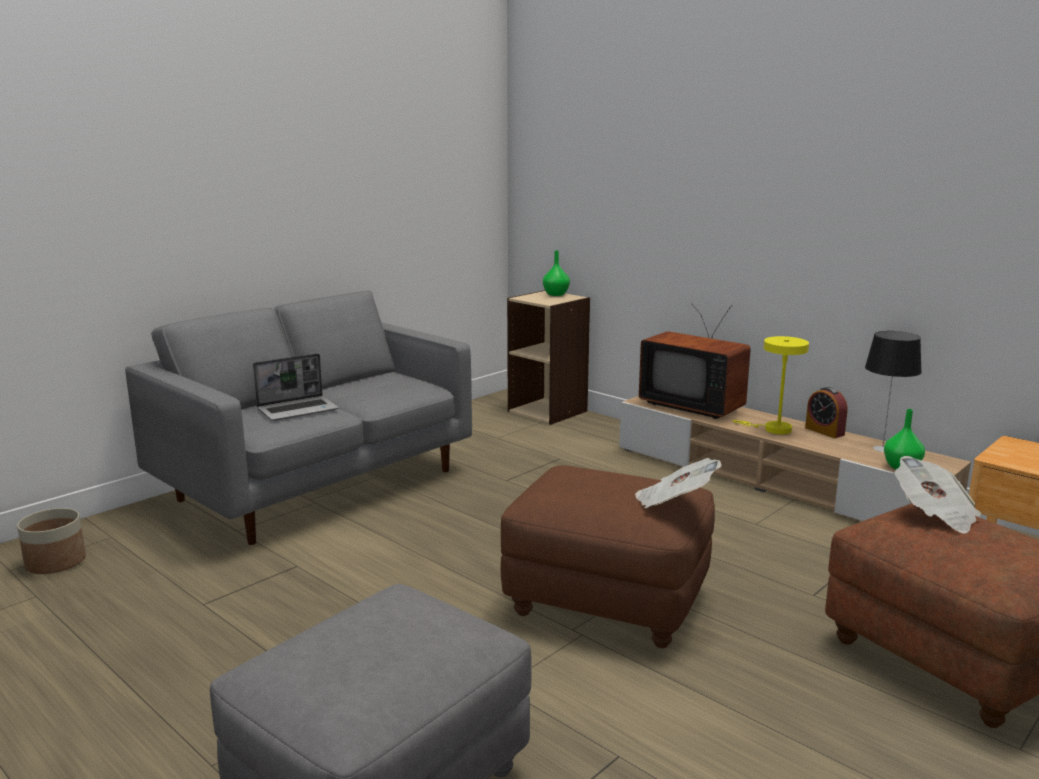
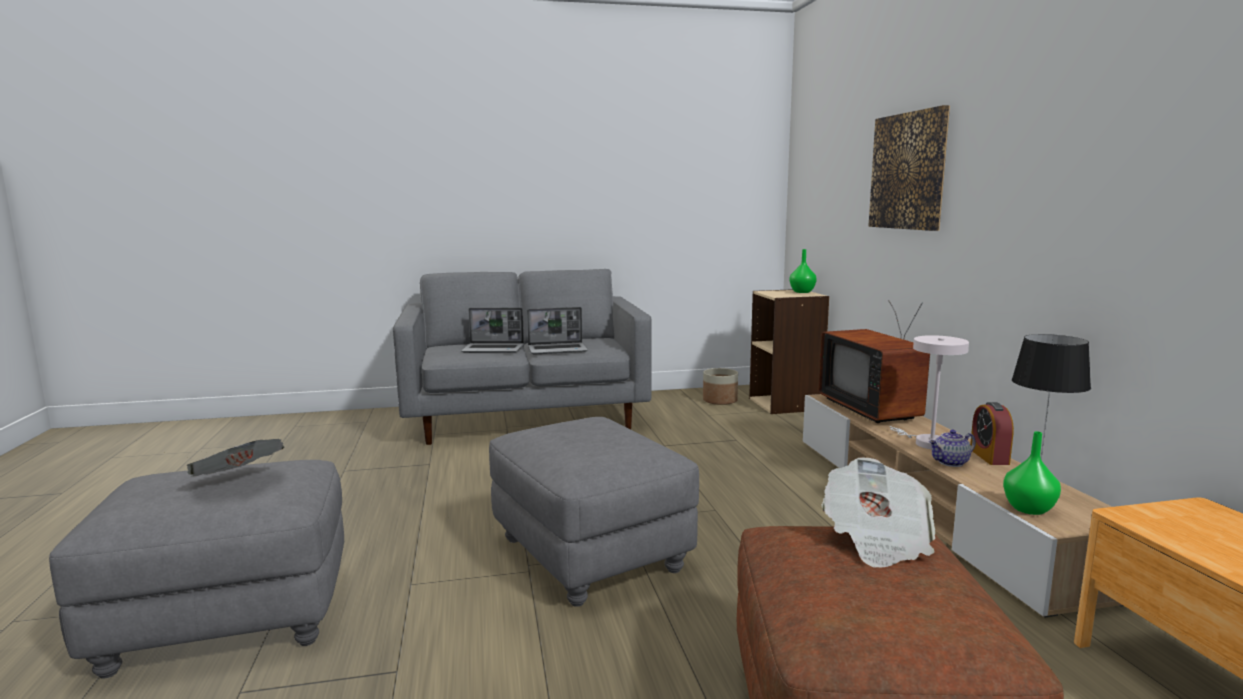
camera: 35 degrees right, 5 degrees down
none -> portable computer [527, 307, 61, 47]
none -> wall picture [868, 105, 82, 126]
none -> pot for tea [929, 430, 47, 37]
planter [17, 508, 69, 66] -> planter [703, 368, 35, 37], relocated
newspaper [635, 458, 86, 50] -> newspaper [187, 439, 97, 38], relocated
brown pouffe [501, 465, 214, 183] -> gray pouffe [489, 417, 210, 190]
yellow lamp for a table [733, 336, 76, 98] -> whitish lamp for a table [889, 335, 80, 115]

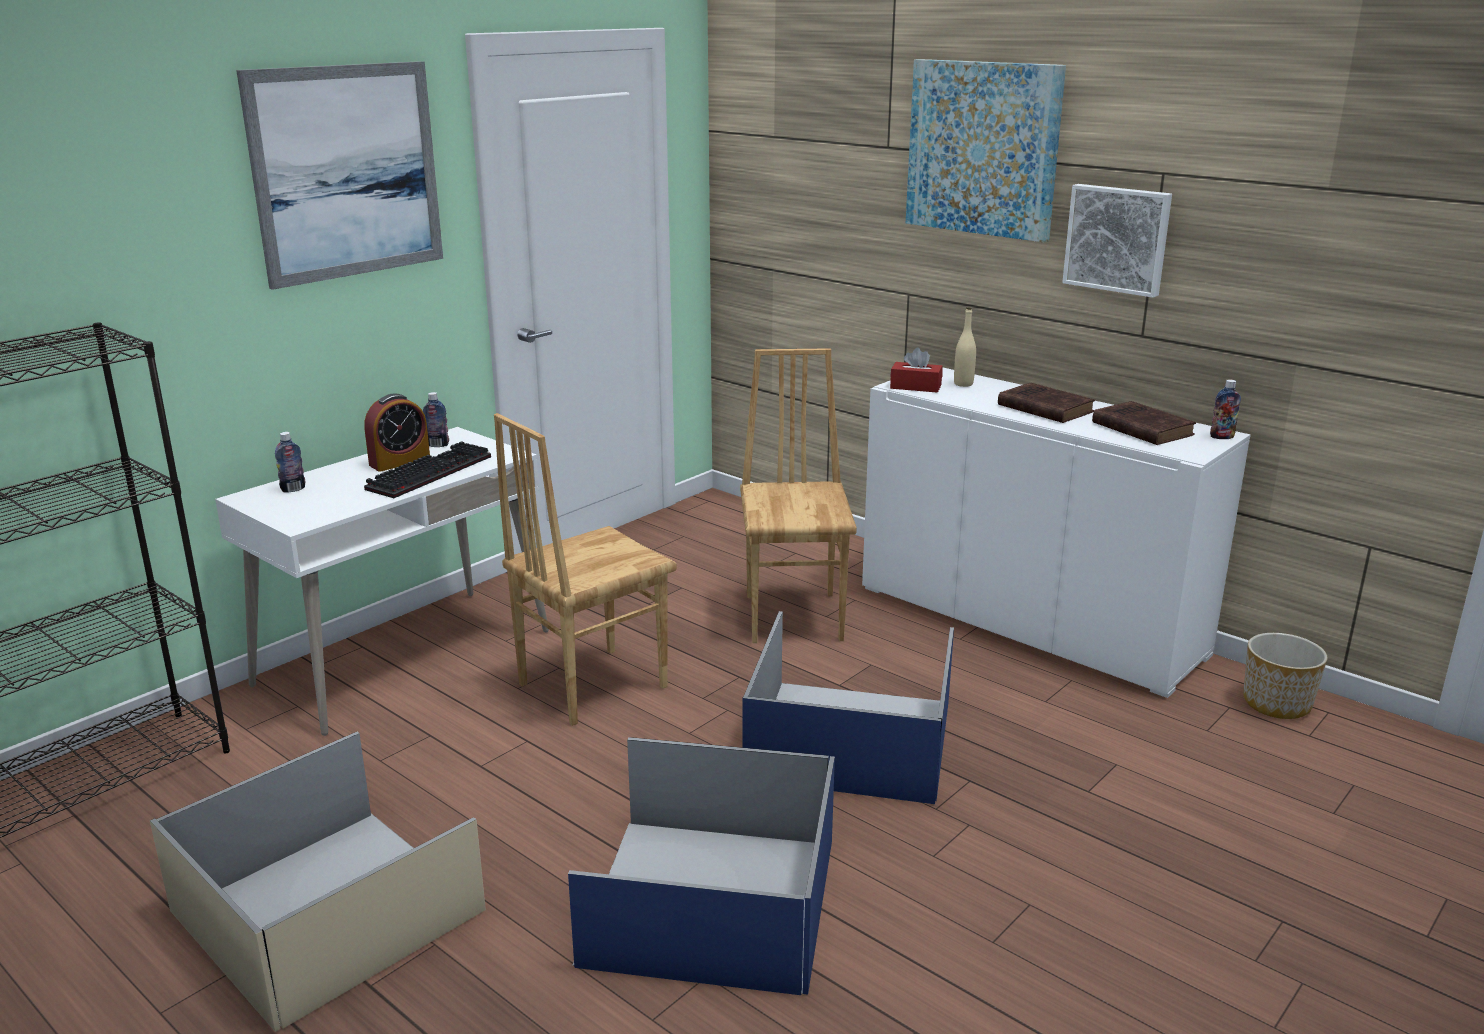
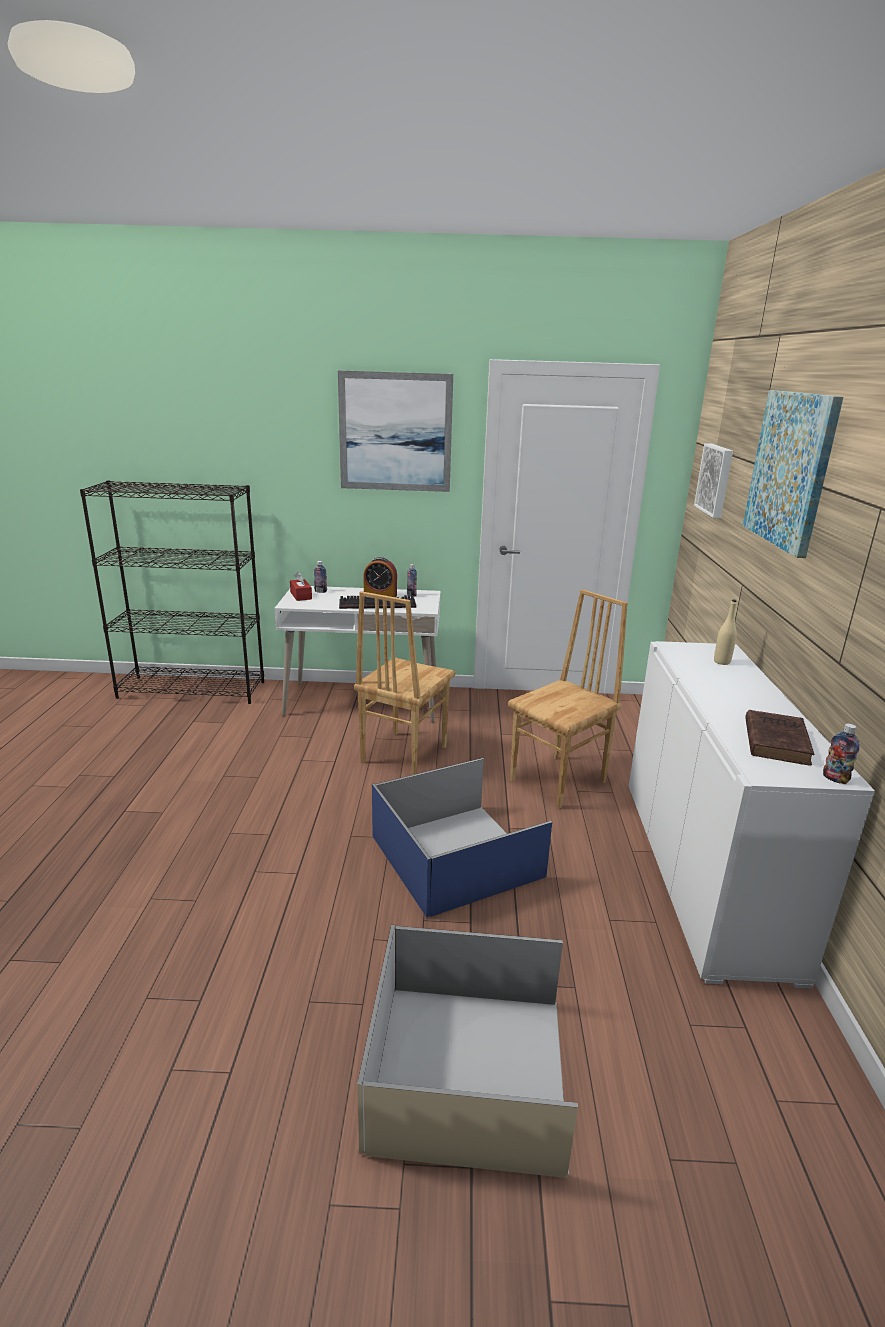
camera: 50 degrees right, 0 degrees up
blue storage bin [568, 737, 267, 258] -> none
brown volume [998, 383, 97, 40] -> none
planter [1243, 633, 85, 86] -> none
sand-coloured storage bin [150, 732, 336, 300] -> sand-coloured storage bin [357, 925, 221, 253], relocated
red box of tissues [890, 348, 53, 44] -> red box of tissues [290, 572, 22, 29], relocated
wall picture [1062, 184, 110, 114] -> wall picture [694, 443, 39, 75], relocated
brown upright chair [494, 413, 183, 313] -> brown upright chair [354, 591, 101, 184], 75 degrees counterclockwise

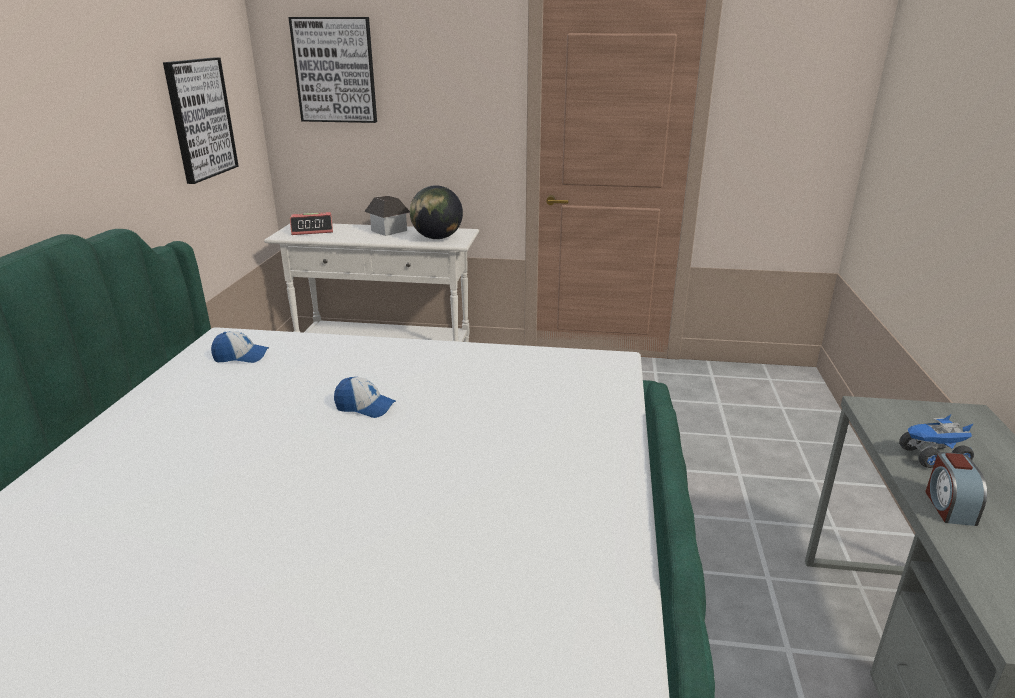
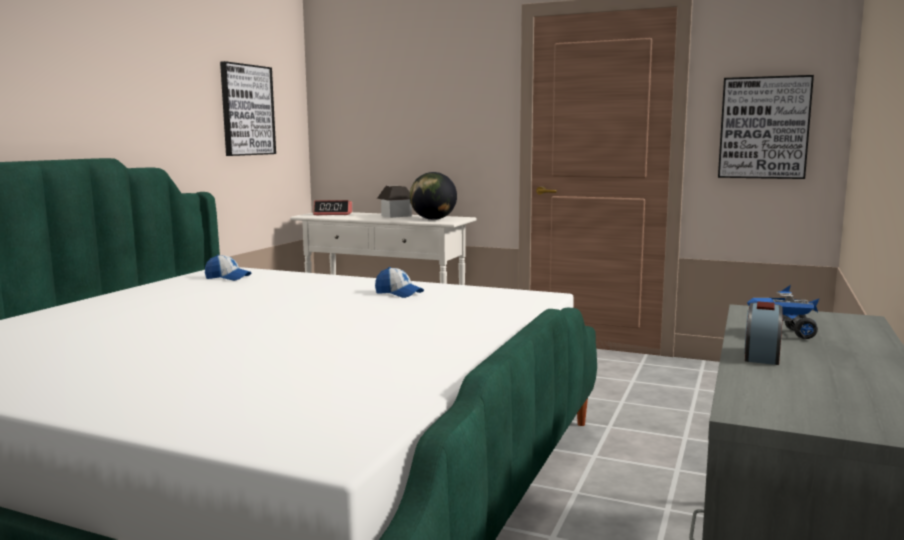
camera: 15 degrees right, 15 degrees down
wall picture [288, 17, 89, 106] -> wall picture [718, 75, 96, 104], relocated
cap [334, 377, 62, 41] -> cap [375, 267, 49, 31], relocated

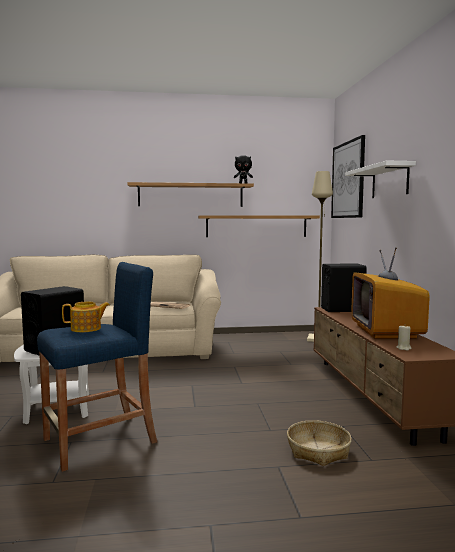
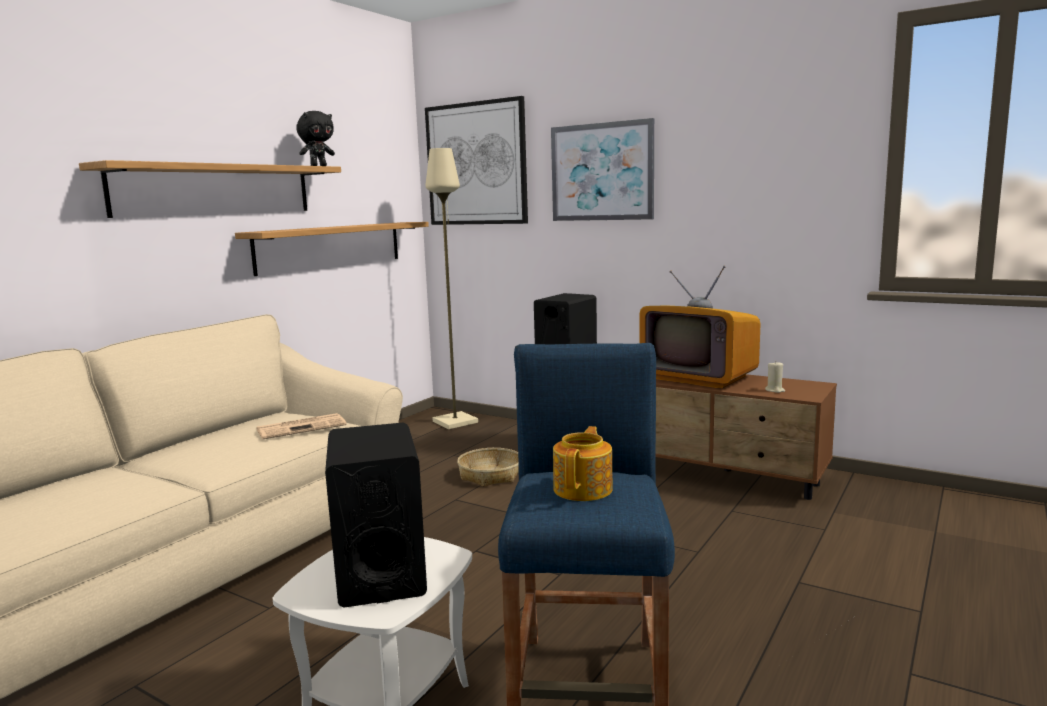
camera: 50 degrees left, 5 degrees up
storage basket [287, 420, 65, 46] -> storage basket [457, 448, 62, 39], relocated
whitish shelf [345, 161, 71, 37] -> wall picture [551, 118, 103, 103]

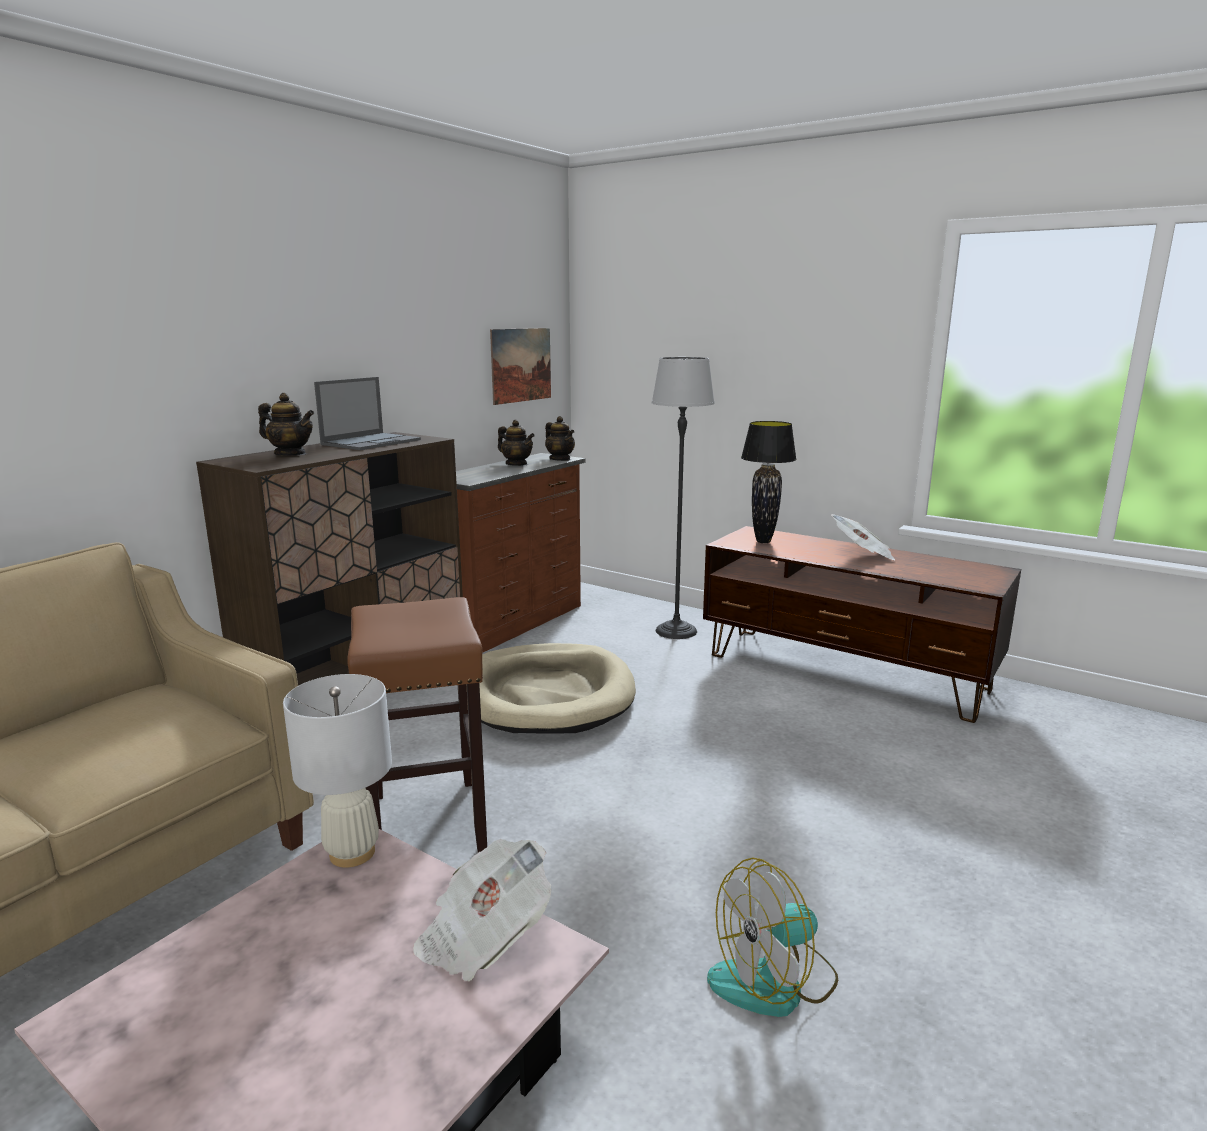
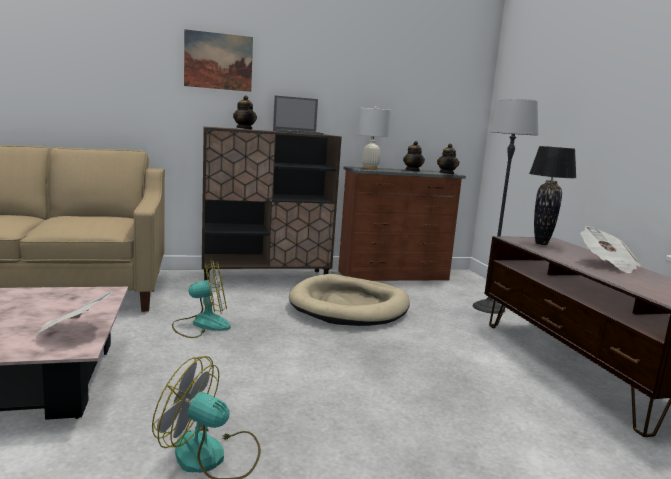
camera: 40 degrees right, 5 degrees down
whitish lamp for a table [283, 674, 109, 194] -> whitish lamp for a table [358, 106, 33, 63], relocated
wall picture [490, 328, 61, 77] -> wall picture [184, 29, 69, 63], relocated
brown stool [347, 597, 140, 256] -> fan [172, 260, 59, 78]

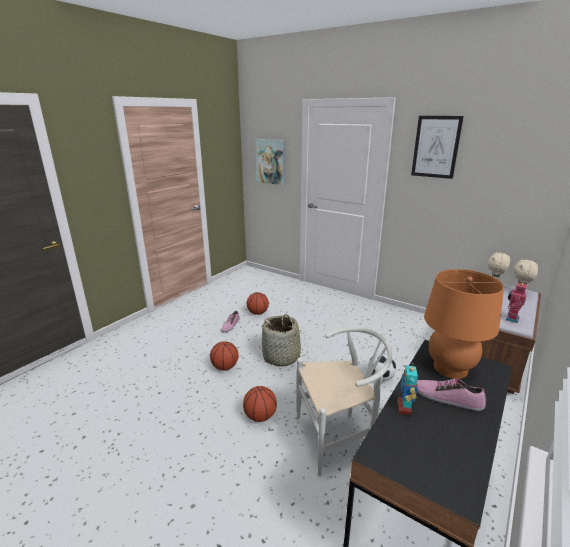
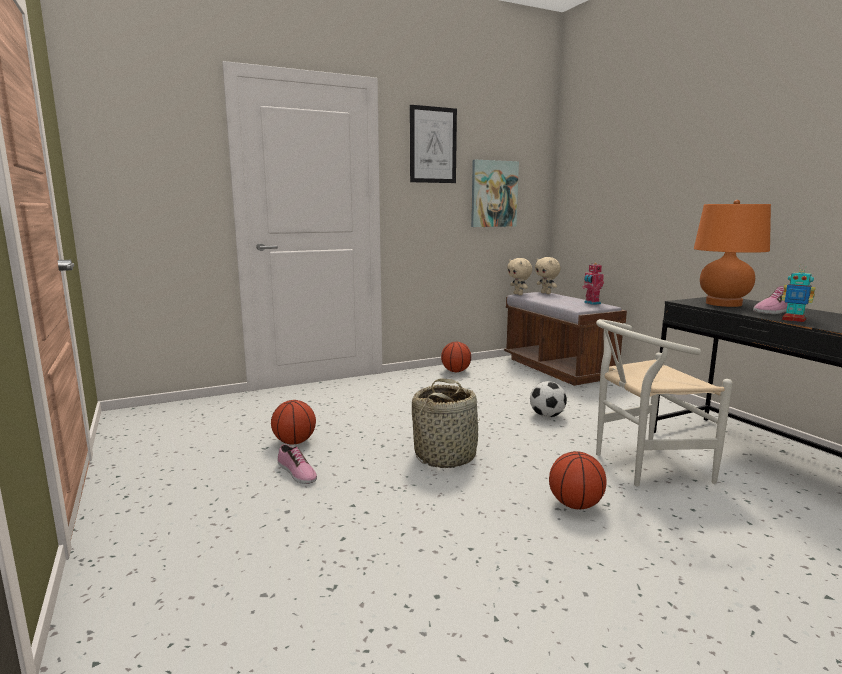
camera: 60 degrees left, 10 degrees down
basketball ball [210, 341, 29, 29] -> basketball ball [441, 342, 30, 30], relocated
wall picture [255, 139, 30, 46] -> wall picture [471, 160, 48, 67], relocated
whitish upright chair [297, 327, 96, 149] -> whitish upright chair [596, 319, 137, 167], 120 degrees counterclockwise

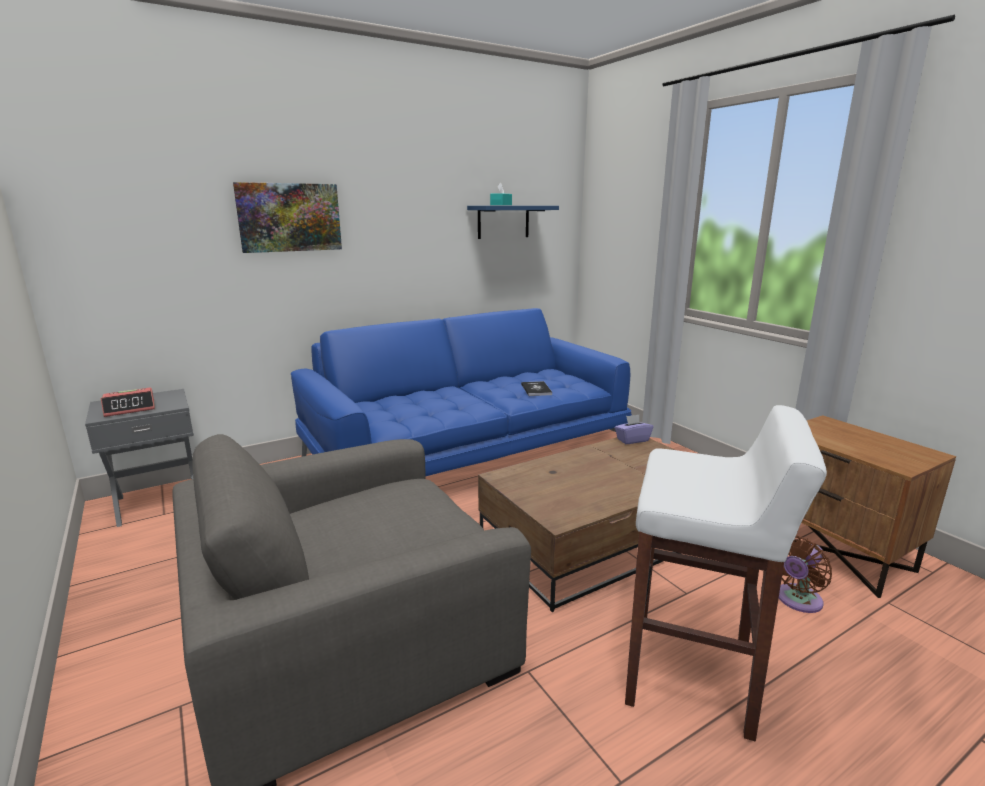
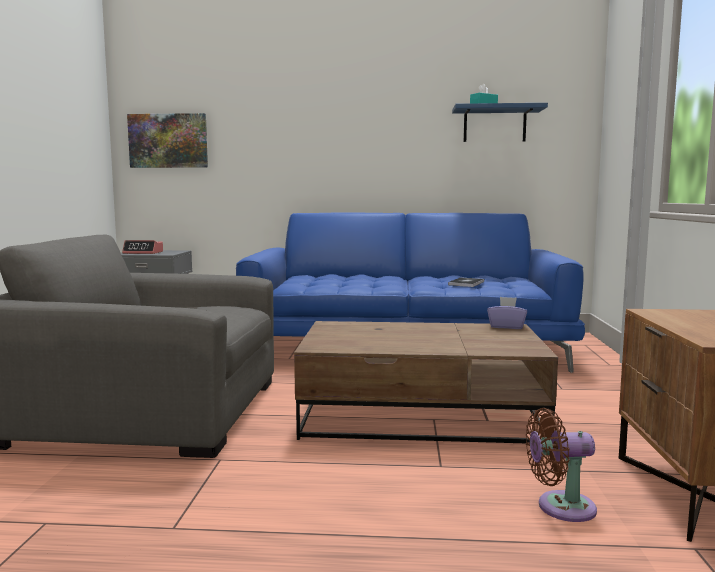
camera: 35 degrees right, 10 degrees down
whitish stool [625, 405, 202, 336] -> none
wall picture [233, 182, 109, 71] -> wall picture [127, 113, 81, 55], relocated

